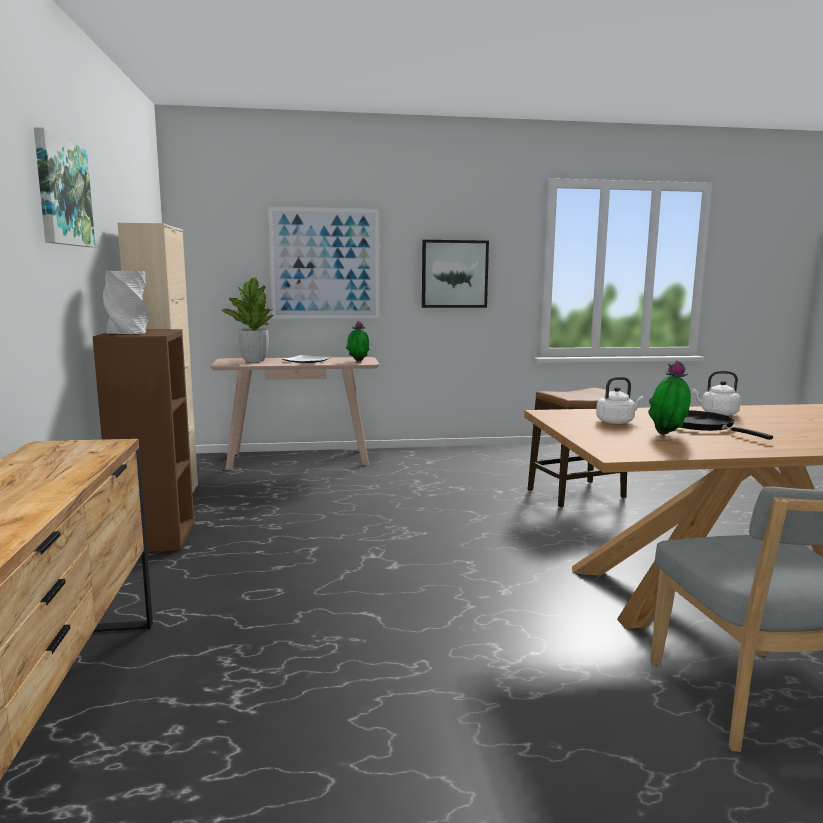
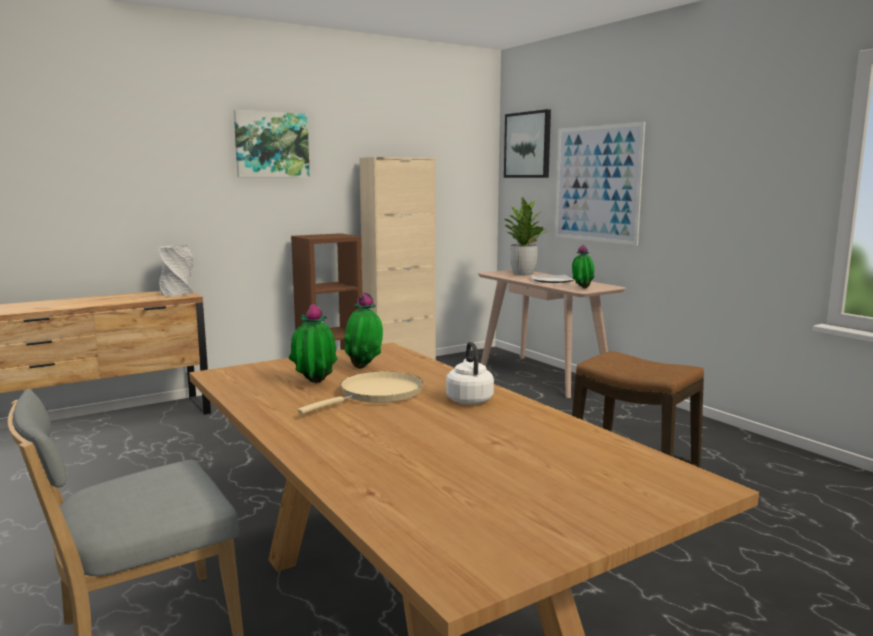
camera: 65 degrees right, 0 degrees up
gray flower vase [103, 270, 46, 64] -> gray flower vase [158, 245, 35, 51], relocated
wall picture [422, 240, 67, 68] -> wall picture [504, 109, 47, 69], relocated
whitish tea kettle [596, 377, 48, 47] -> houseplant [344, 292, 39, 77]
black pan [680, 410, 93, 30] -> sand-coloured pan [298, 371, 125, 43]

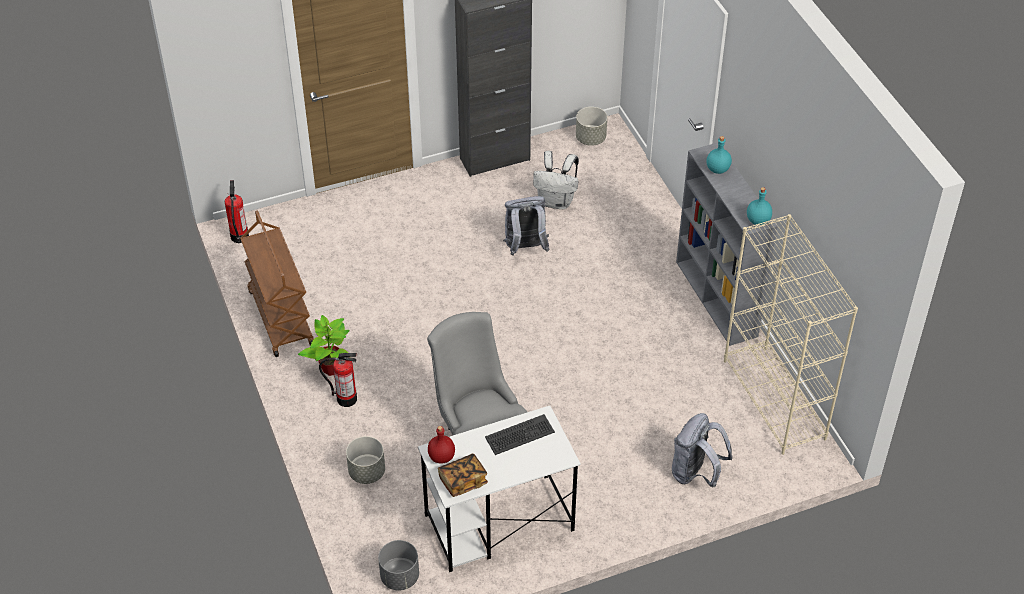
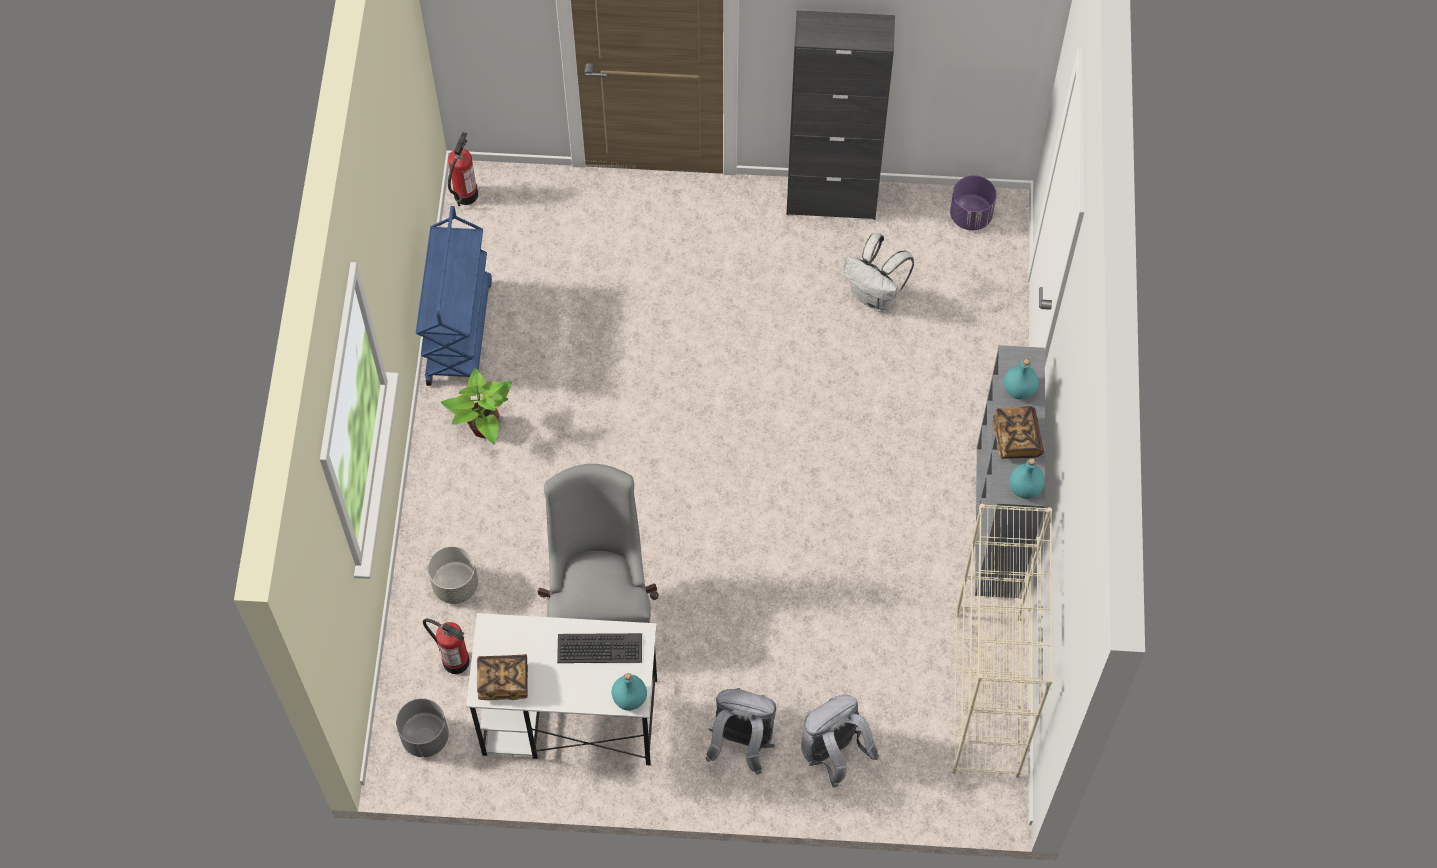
camera: 25 degrees right, 15 degrees up
red bottle [428, 426, 27, 38] -> none
none -> blue-green bottle [612, 673, 35, 38]
none -> volume [993, 406, 51, 53]
fire extinguisher [319, 352, 38, 55] -> fire extinguisher [423, 619, 47, 55], relocated
gray backpack [503, 196, 47, 60] -> gray backpack [705, 688, 71, 87], relocated
brown trolley [240, 210, 73, 147] -> blue trolley [416, 206, 76, 180]
gray planter [576, 107, 31, 39] -> purple planter [950, 175, 47, 55]

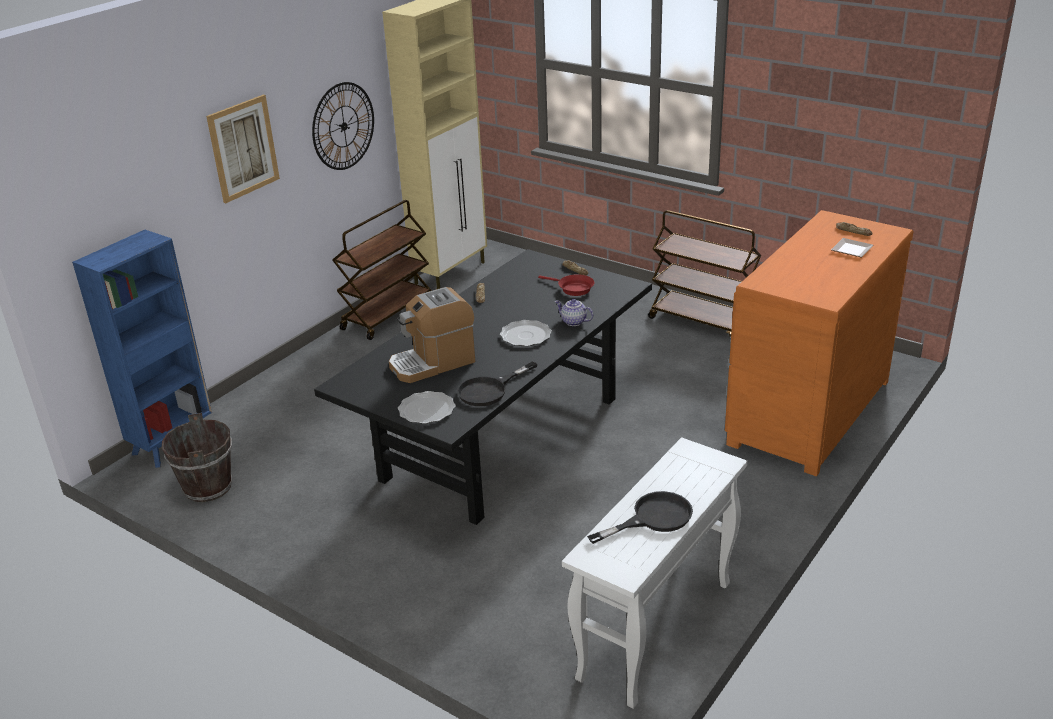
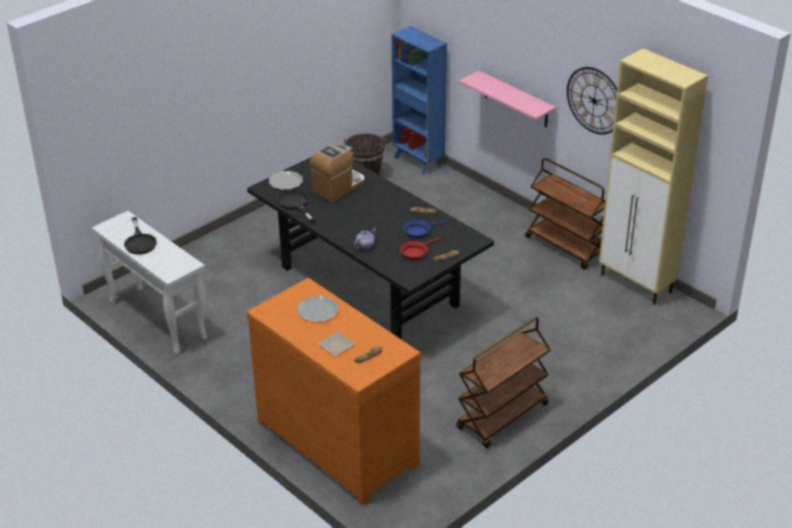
camera: 100 degrees right, 5 degrees up
wall picture [206, 95, 74, 108] -> none
none -> blue pan [403, 220, 44, 18]
none -> pinkish shelf [459, 71, 97, 56]
dinner plate [500, 320, 52, 26] -> dinner plate [297, 296, 42, 26], relocated
coffee brewer [389, 287, 86, 96] -> coffee brewer [309, 144, 56, 58], 60 degrees clockwise

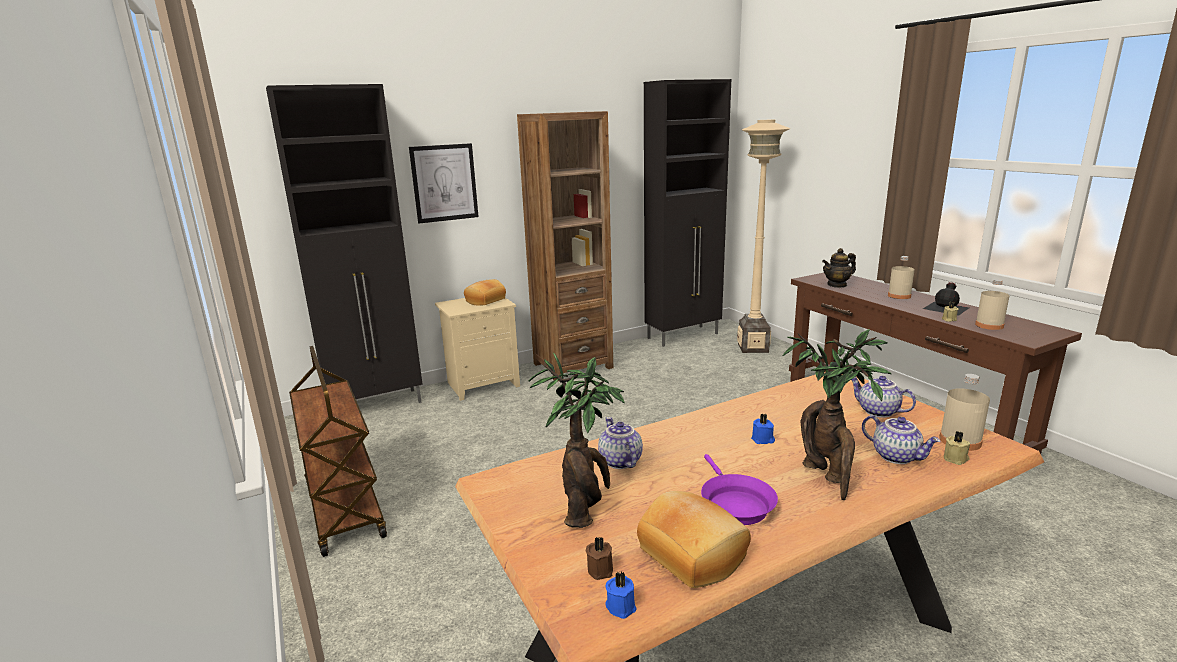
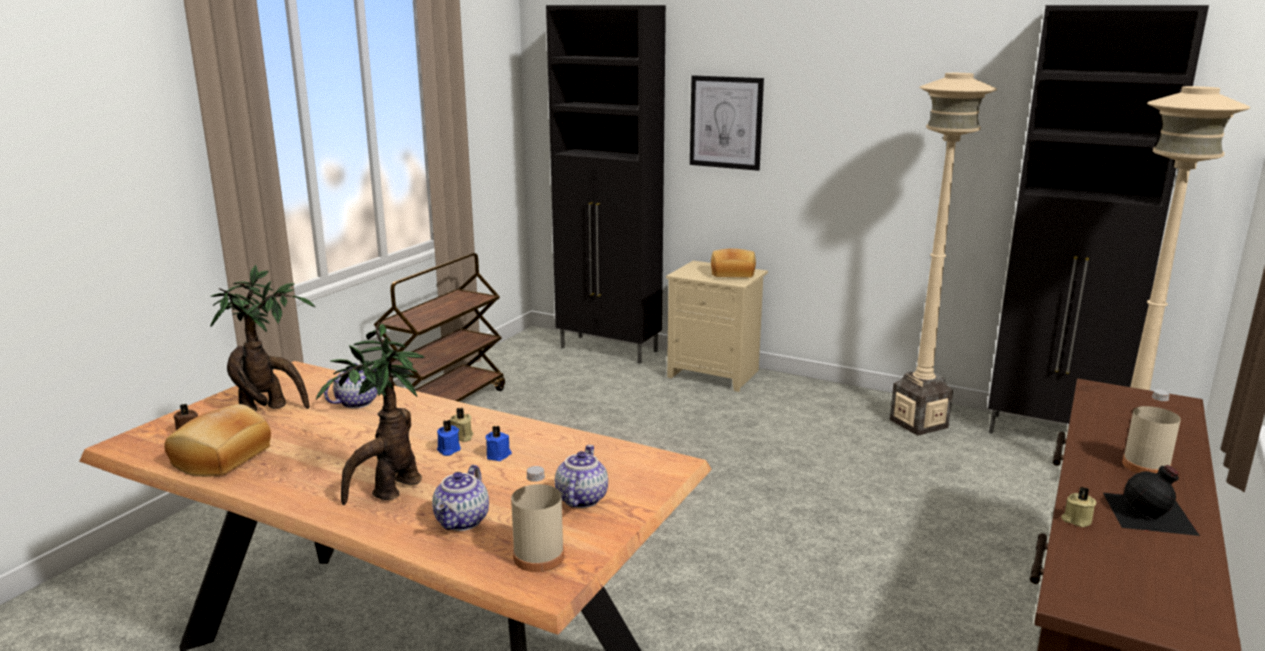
camera: 55 degrees right, 0 degrees up
brown bookshelf [517, 111, 96, 271] -> none
purple pan [701, 454, 77, 71] -> none
pot for tea [822, 248, 34, 40] -> none
sand-coloured bottle [975, 279, 35, 51] -> none
none -> sand-coloured floor lamp [890, 73, 107, 363]
blue candle [605, 572, 31, 47] -> blue candle [485, 426, 27, 35], relocated
sand-coloured candle [944, 431, 26, 34] -> sand-coloured candle [450, 408, 23, 34], relocated

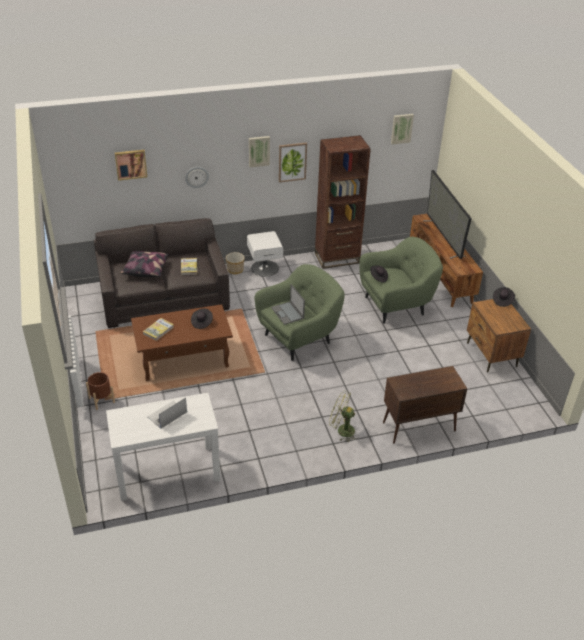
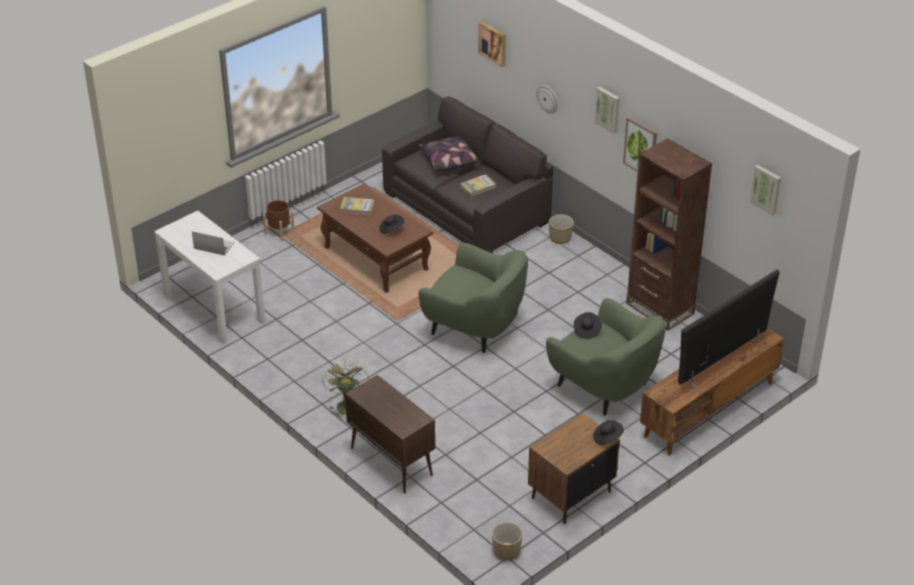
camera: 65 degrees right, 0 degrees up
whitish night table [247, 231, 36, 46] -> none
portable computer [271, 284, 34, 41] -> none
none -> planter [492, 522, 31, 38]

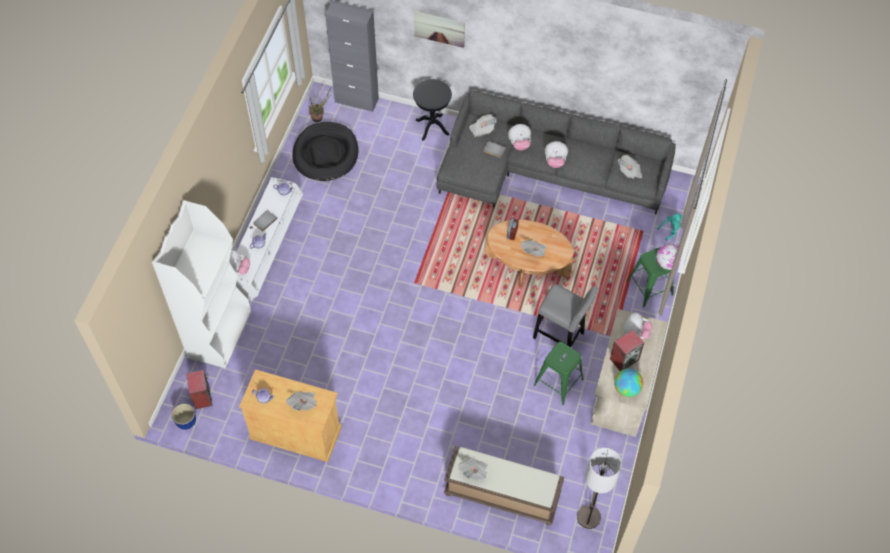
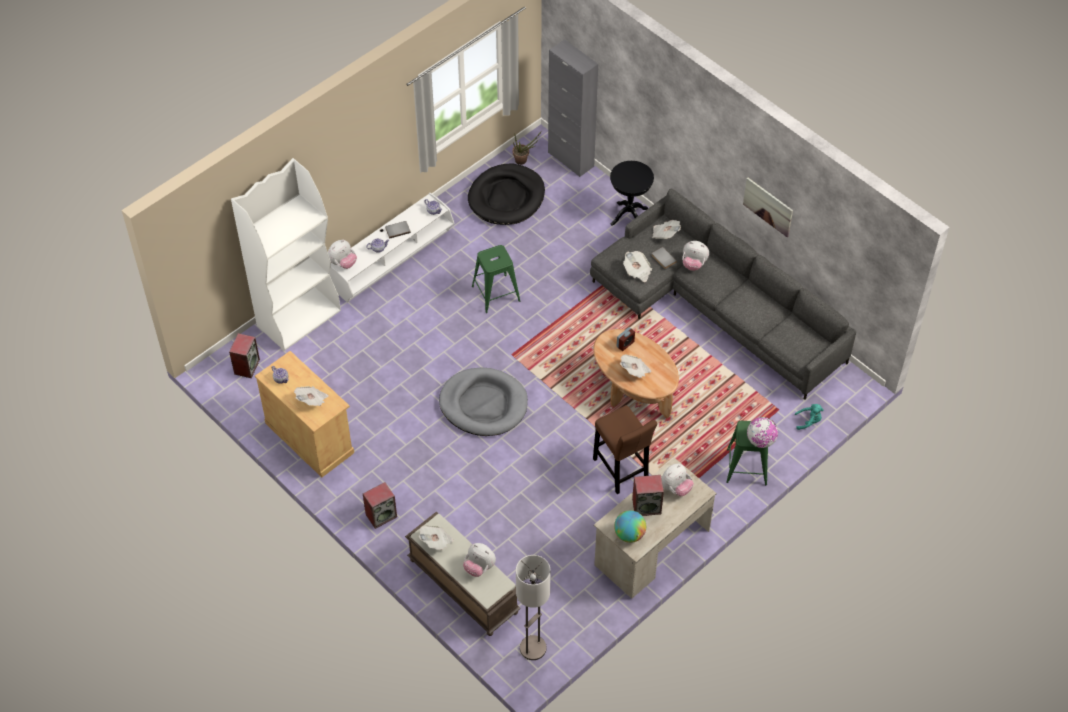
camera: 30 degrees right, 5 degrees down
planter [172, 403, 24, 27] -> none
none -> loudspeaker [363, 482, 34, 47]
none -> gray dog cushion [439, 367, 89, 69]
wall picture [414, 11, 51, 37] -> wall picture [743, 178, 50, 59], relocated
green-coloured stool [534, 341, 49, 64] -> green-coloured stool [472, 245, 48, 68], relocated
plush toy [545, 141, 23, 27] -> plush toy [463, 543, 33, 34], relocated
newspaper [618, 155, 24, 24] -> newspaper [623, 251, 29, 31], relocated
gray stool [533, 284, 65, 63] -> brown stool [593, 405, 64, 89]

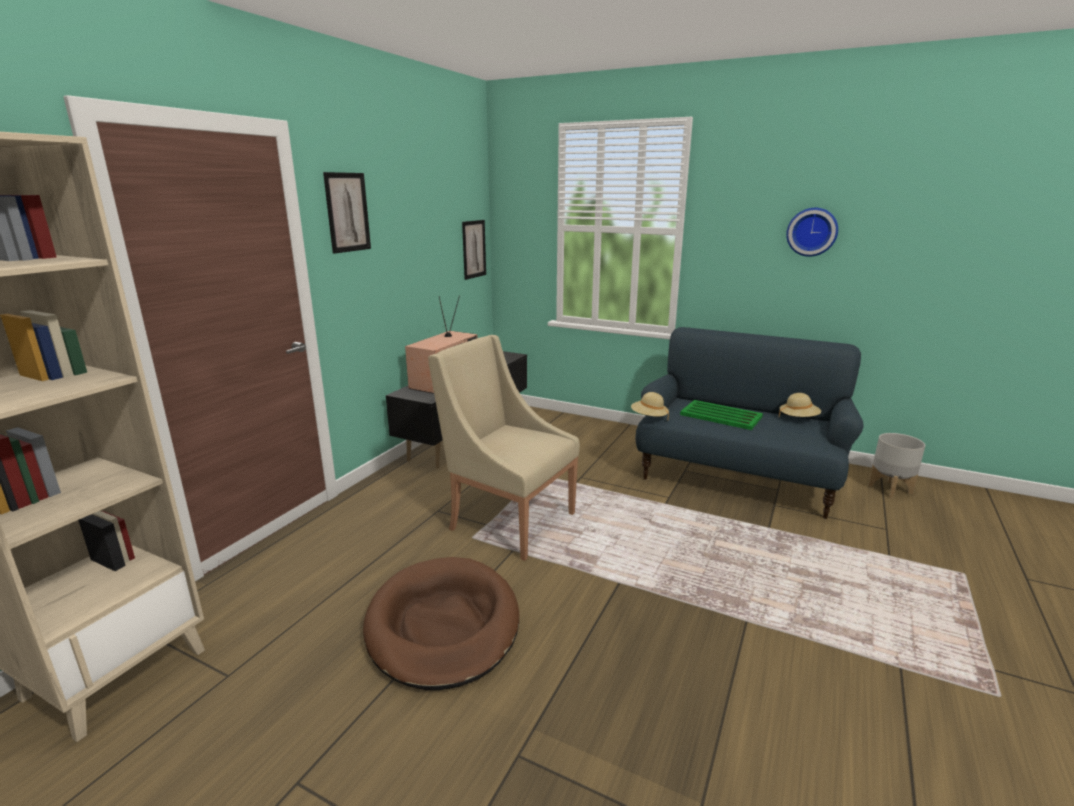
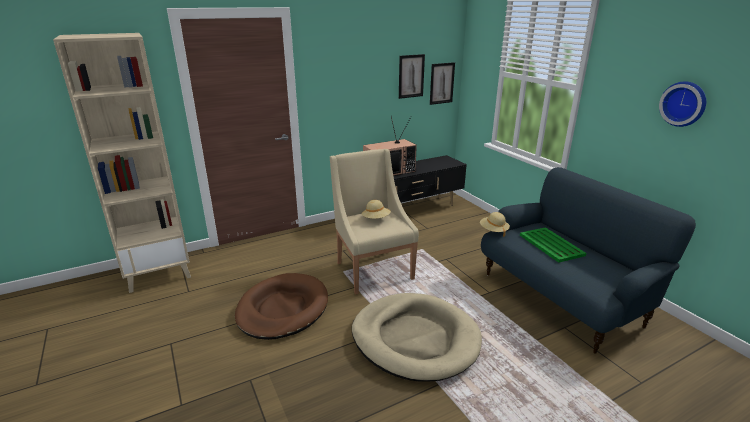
camera: 35 degrees right, 5 degrees up
gray planter [868, 433, 57, 66] -> none
none -> sand-coloured dog cushion [352, 293, 130, 89]
wall picture [323, 172, 48, 82] -> wall picture [399, 54, 26, 45], relocated
sand-coloured hat [779, 393, 42, 24] -> sand-coloured hat [362, 200, 29, 19], relocated

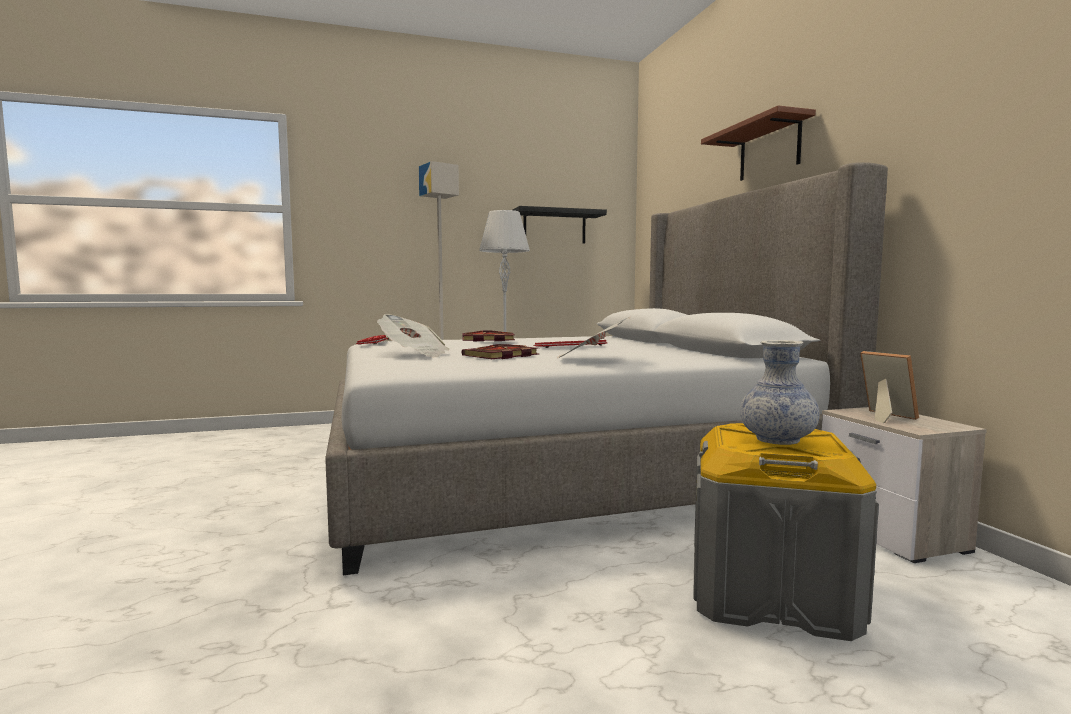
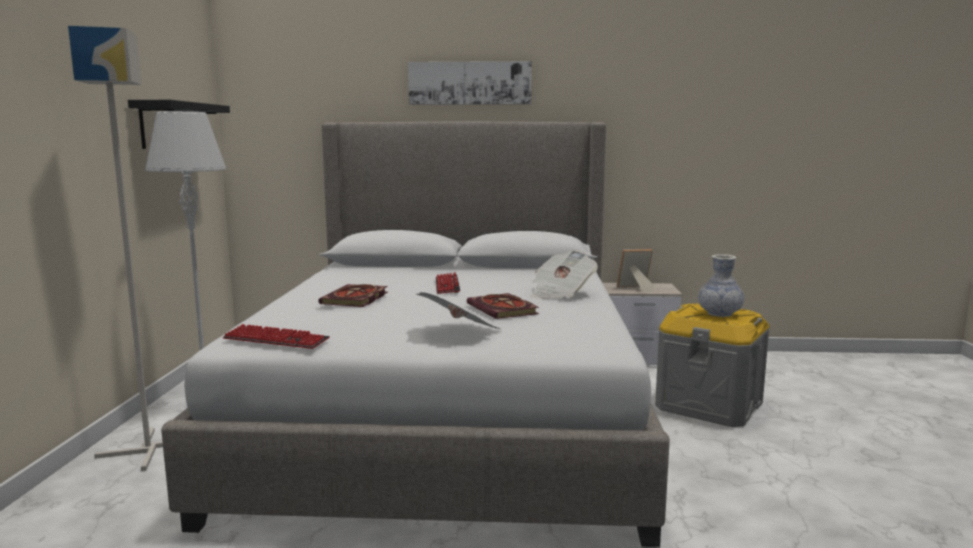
camera: 70 degrees left, 5 degrees up
brown shelf [701, 105, 115, 76] -> wall picture [408, 61, 124, 44]

